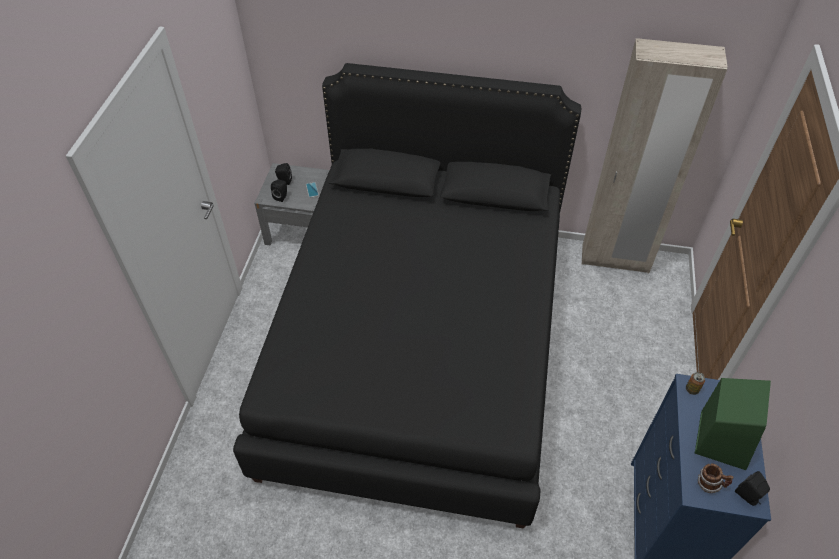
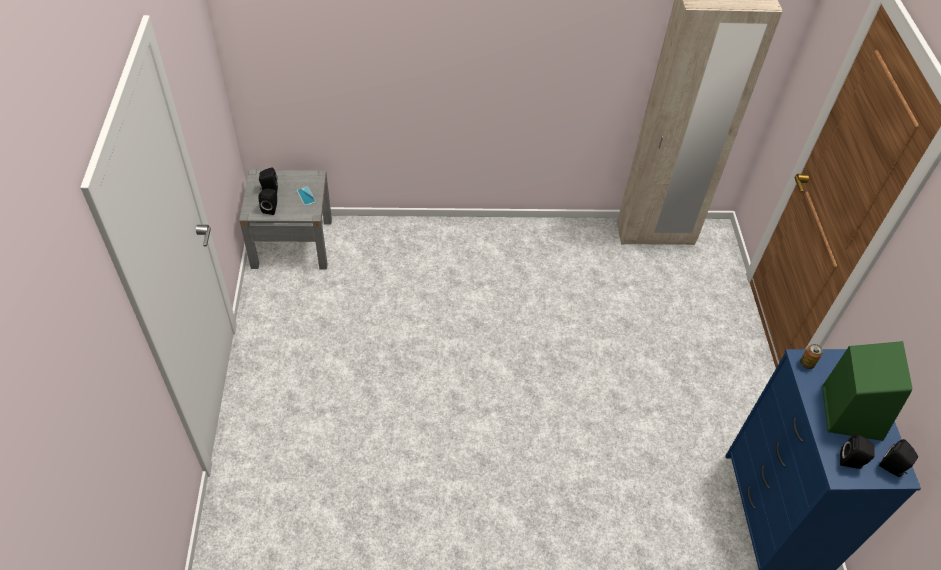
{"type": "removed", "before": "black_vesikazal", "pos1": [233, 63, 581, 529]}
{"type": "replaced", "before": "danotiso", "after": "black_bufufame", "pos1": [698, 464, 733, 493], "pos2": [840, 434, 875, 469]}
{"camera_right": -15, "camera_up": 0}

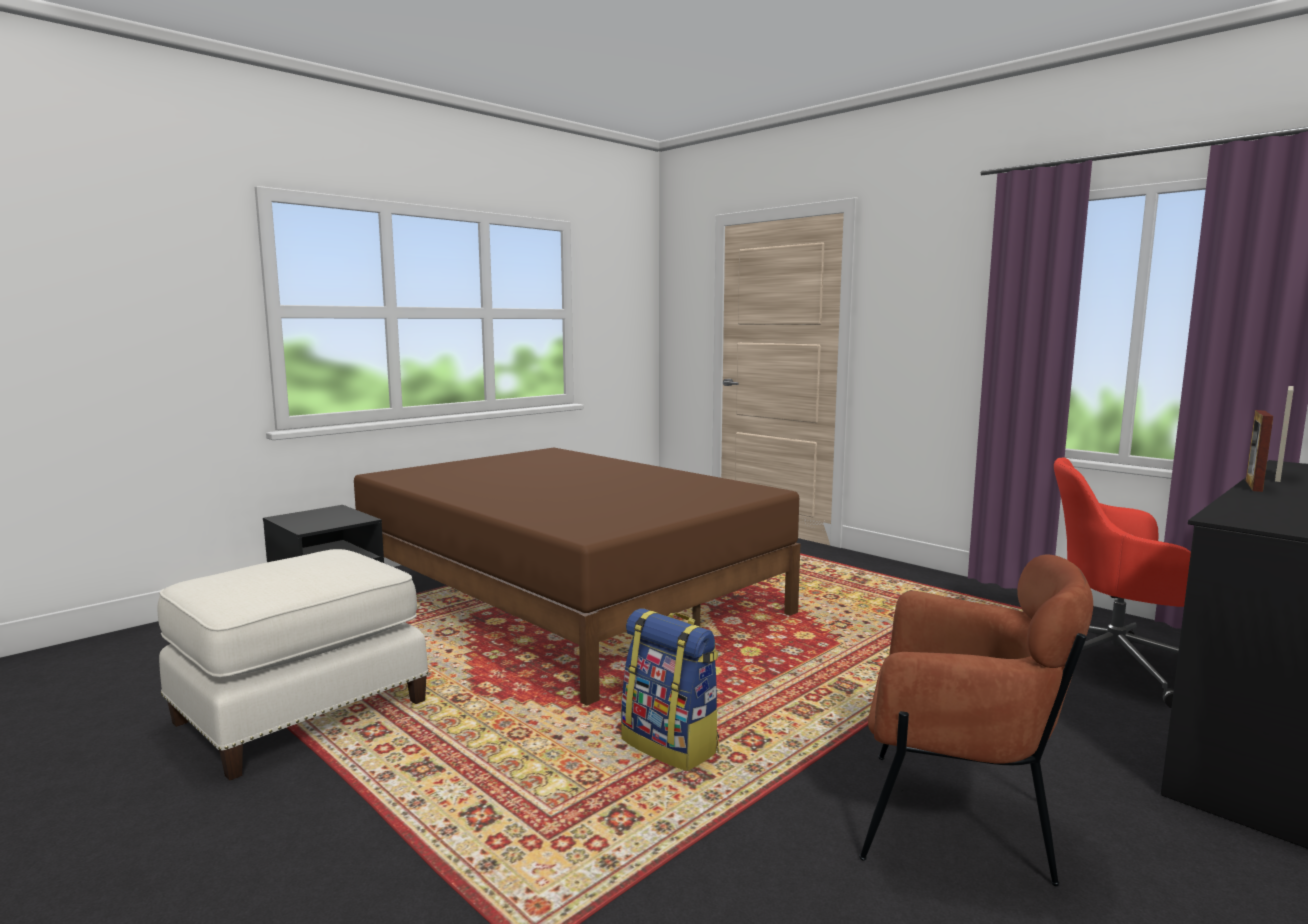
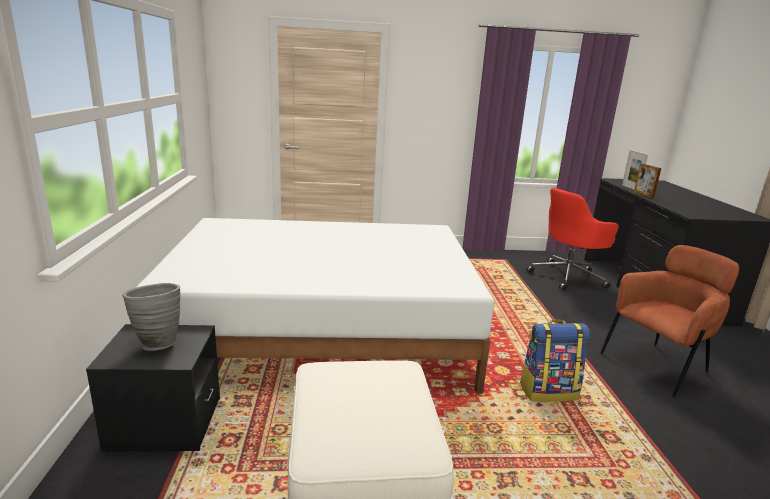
{"type": "recoloured", "before": "brown_vesikazal", "after": "white_vesikazal", "pos1": [354, 448, 800, 706], "pos2": [137, 218, 494, 394]}
{"type": "added", "after": "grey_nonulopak", "pos2": [122, 283, 181, 351]}
{"camera_right": -50, "camera_up": 10}

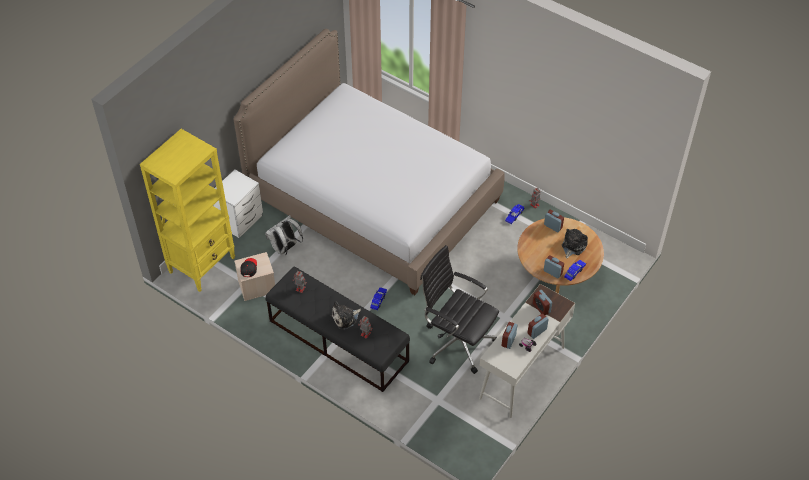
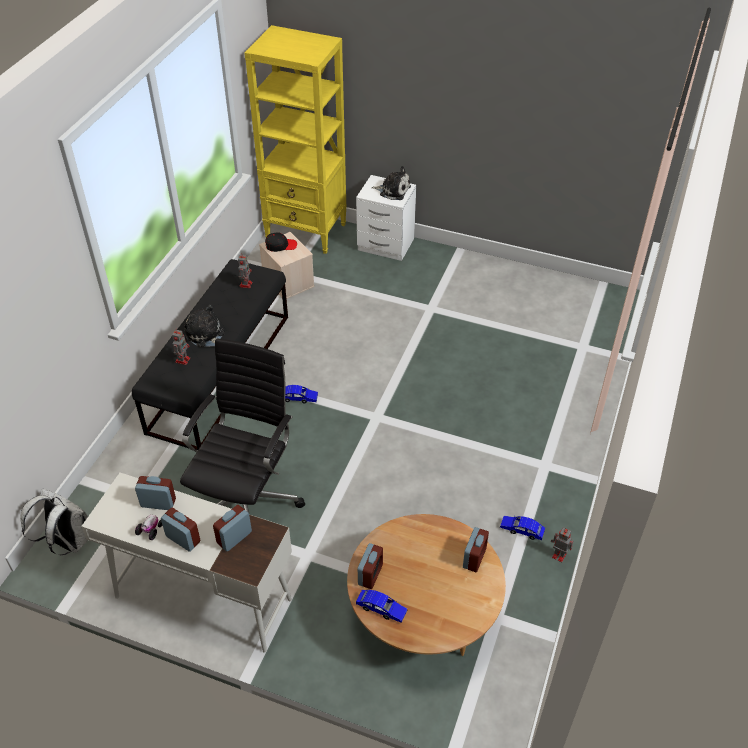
{"type": "removed", "before": "vesikazal", "pos1": [233, 29, 505, 295]}
{"type": "moved", "before": "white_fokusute", "pos1": [265, 215, 303, 254], "pos2": [20, 489, 88, 555]}
{"type": "moved", "before": "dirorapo", "pos1": [562, 229, 588, 259], "pos2": [371, 166, 411, 200]}
{"camera_right": 75, "camera_up": -5}

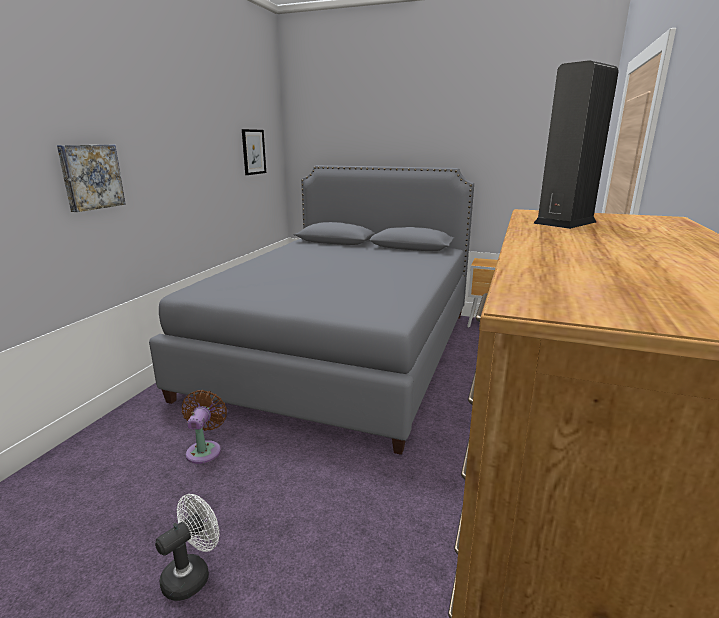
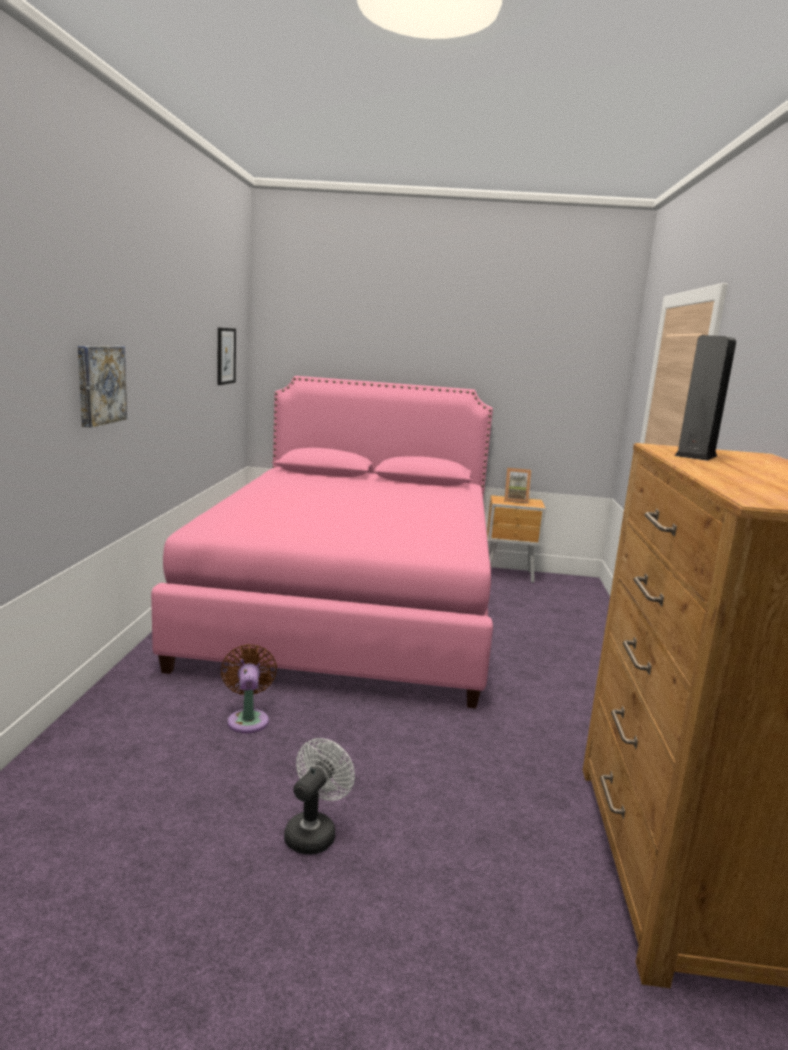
{"type": "recoloured", "before": "grey_vesikazal", "after": "pink_vesikazal", "pos1": [149, 165, 474, 455], "pos2": [151, 376, 493, 708]}
{"type": "added", "after": "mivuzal", "pos2": [504, 468, 531, 503]}
{"camera_right": -15, "camera_up": -5}

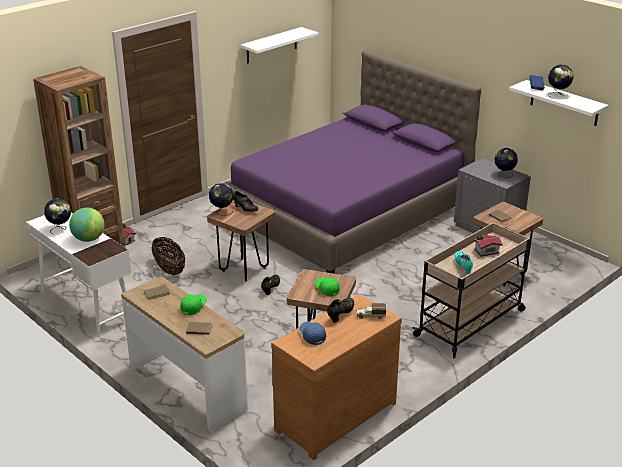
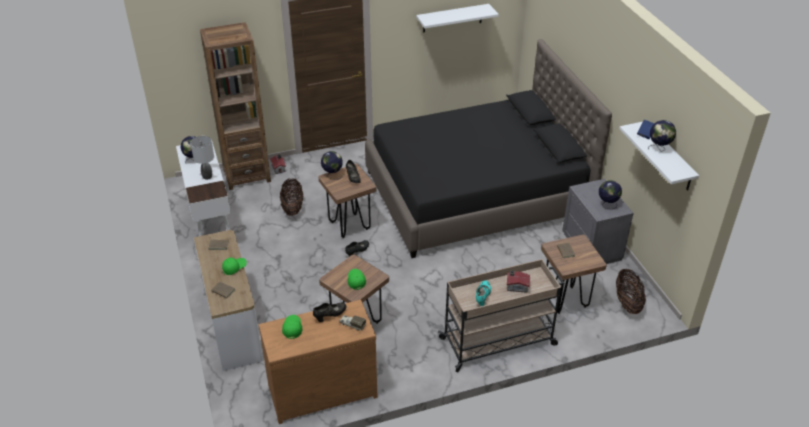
{"type": "recoloured", "before": "purple_vesikazal", "after": "black_vesikazal", "pos1": [223, 50, 481, 274], "pos2": [365, 39, 612, 258]}
{"type": "replaced", "before": "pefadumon", "after": "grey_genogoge", "pos1": [69, 208, 105, 242], "pos2": [190, 136, 214, 180]}
{"type": "recoloured", "before": "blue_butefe", "after": "green_butefe", "pos1": [299, 322, 326, 345], "pos2": [282, 315, 302, 339]}
{"type": "added", "after": "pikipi", "pos2": [616, 269, 646, 314]}
{"camera_right": 25, "camera_up": 10}

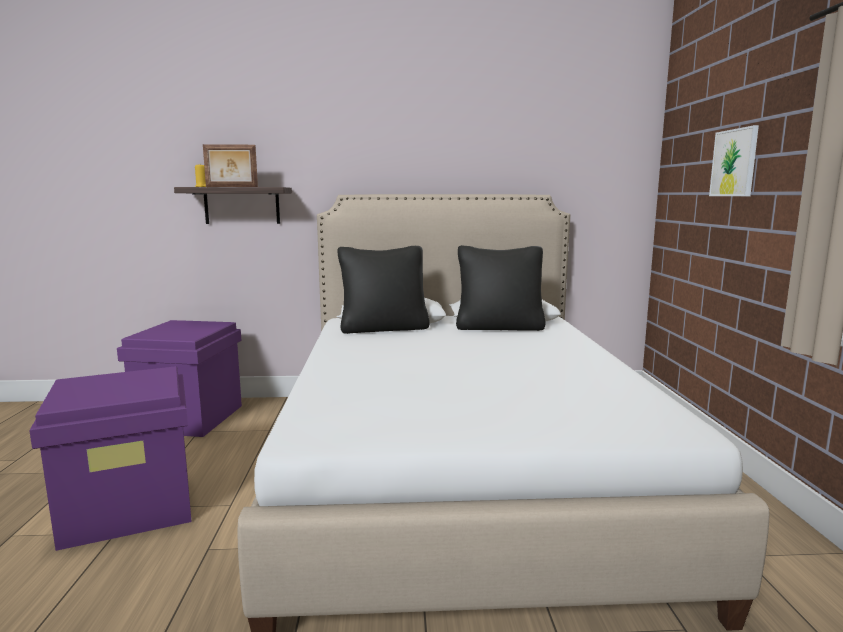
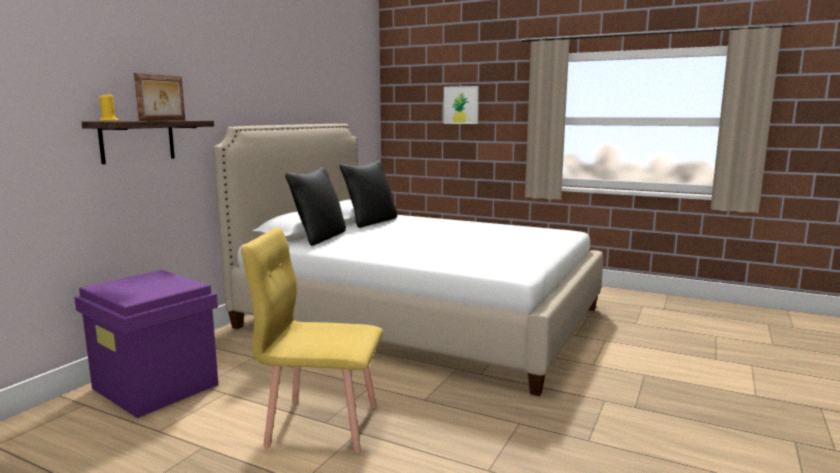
{"type": "replaced", "before": "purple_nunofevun", "after": "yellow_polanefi", "pos1": [29, 366, 192, 551], "pos2": [241, 228, 383, 453]}
{"camera_right": -60, "camera_up": 0}

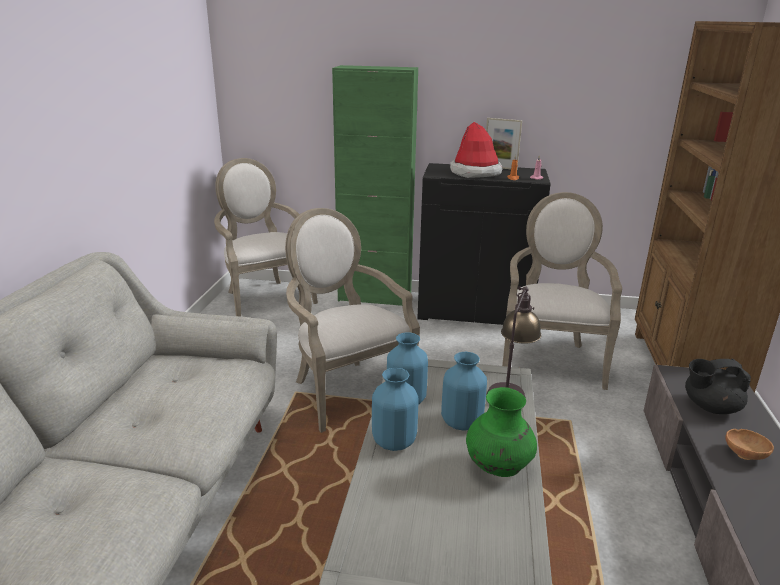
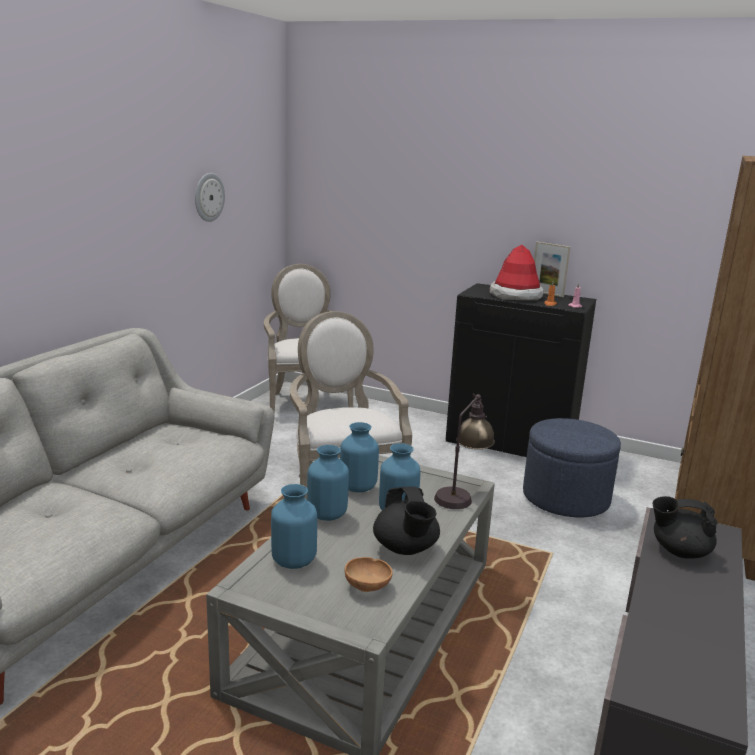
{"type": "removed", "before": "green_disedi", "pos1": [332, 65, 418, 306]}
{"type": "replaced", "before": "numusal", "after": "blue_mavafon", "pos1": [502, 192, 622, 390], "pos2": [523, 418, 621, 517]}
{"type": "replaced", "before": "green_nonulopak", "after": "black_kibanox", "pos1": [466, 387, 537, 477], "pos2": [373, 486, 440, 555]}
{"type": "moved", "before": "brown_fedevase", "pos1": [725, 429, 774, 460], "pos2": [345, 557, 393, 592]}
{"type": "added", "after": "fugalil", "pos2": [195, 173, 225, 222]}
{"type": "added", "after": "blue_nonulopak", "pos2": [271, 484, 317, 569]}
{"camera_right": 15, "camera_up": -5}

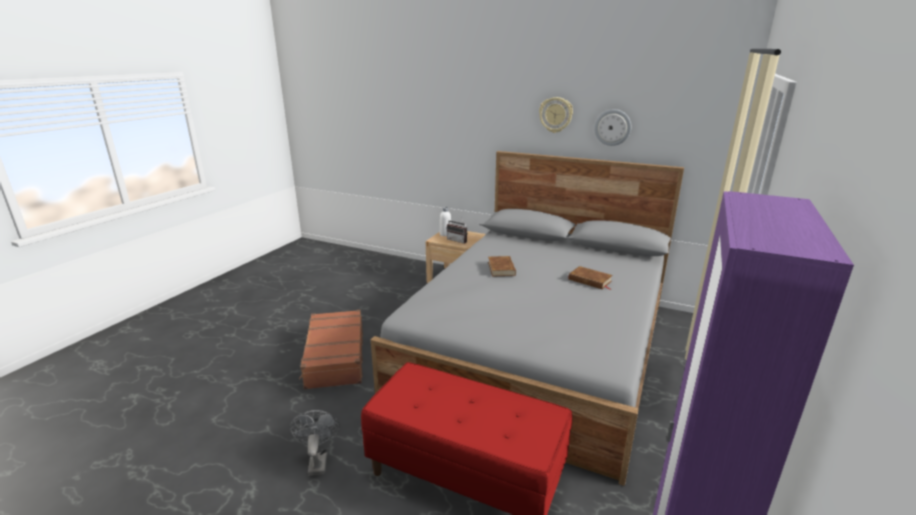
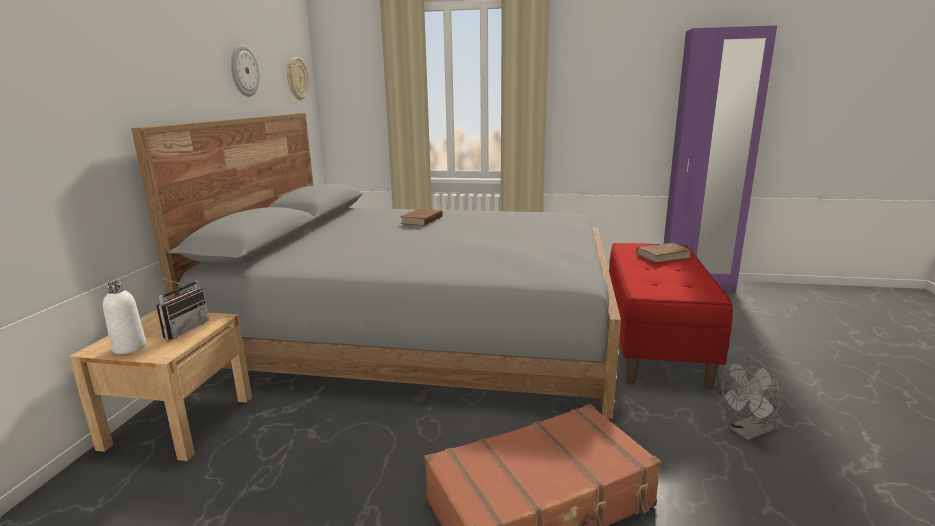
{"type": "moved", "before": "fugalil", "pos1": [539, 97, 573, 133], "pos2": [287, 57, 309, 100]}
{"type": "moved", "before": "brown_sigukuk", "pos1": [488, 256, 516, 277], "pos2": [634, 243, 693, 263]}
{"camera_right": -105, "camera_up": -5}

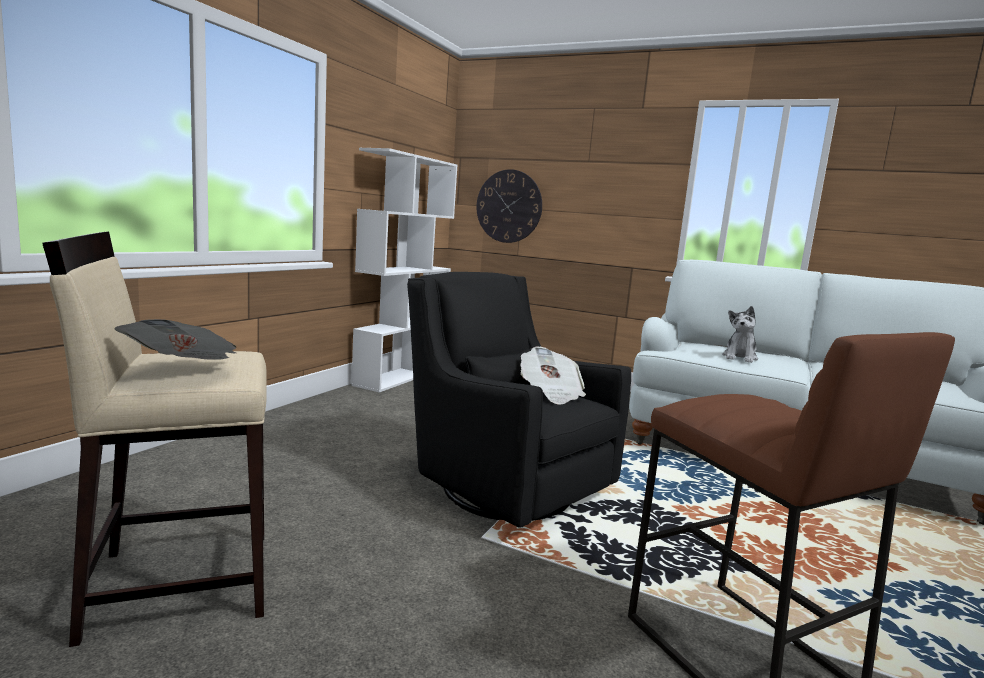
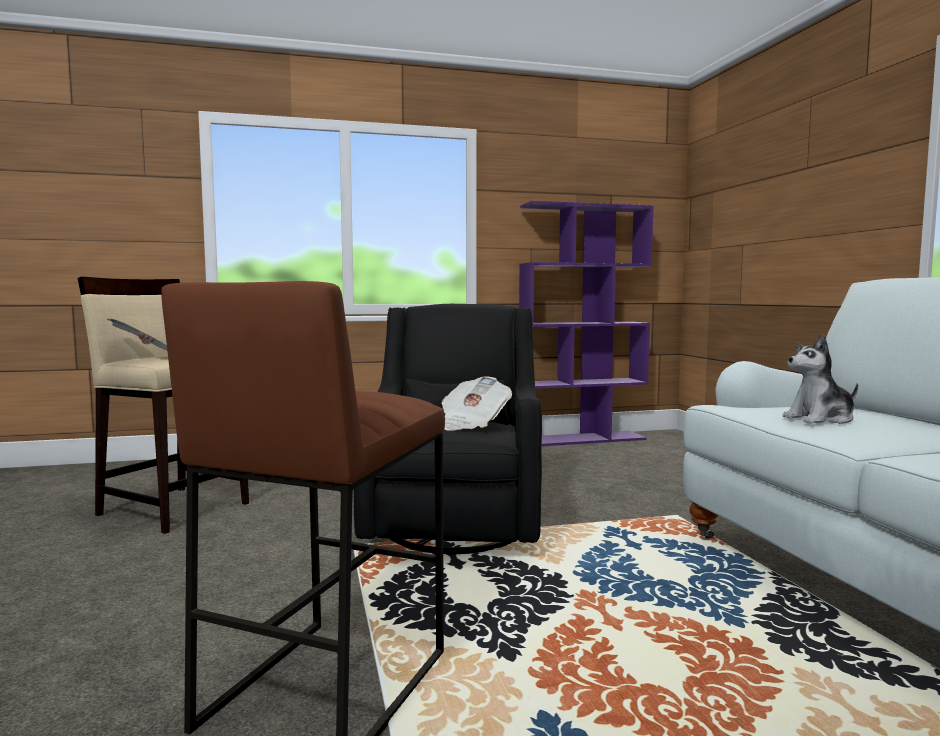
{"type": "recoloured", "before": "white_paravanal", "after": "purple_paravanal", "pos1": [351, 148, 458, 392], "pos2": [519, 201, 654, 446]}
{"type": "removed", "before": "fugalil", "pos1": [477, 169, 542, 243]}
{"camera_right": 50, "camera_up": -5}

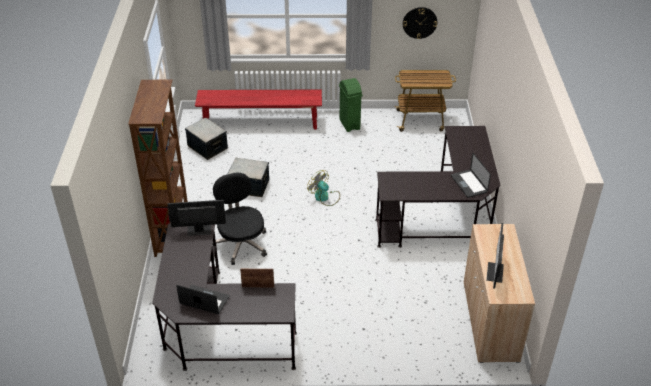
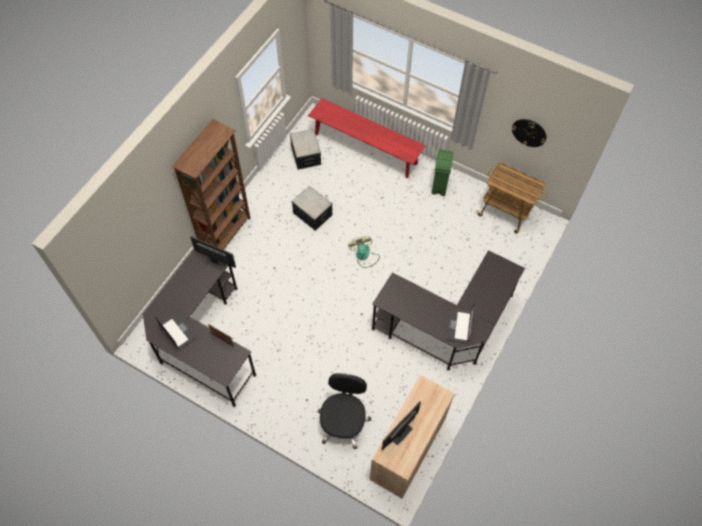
{"type": "moved", "before": "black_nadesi", "pos1": [213, 173, 267, 265], "pos2": [318, 373, 371, 449]}
{"camera_right": 30, "camera_up": 20}

